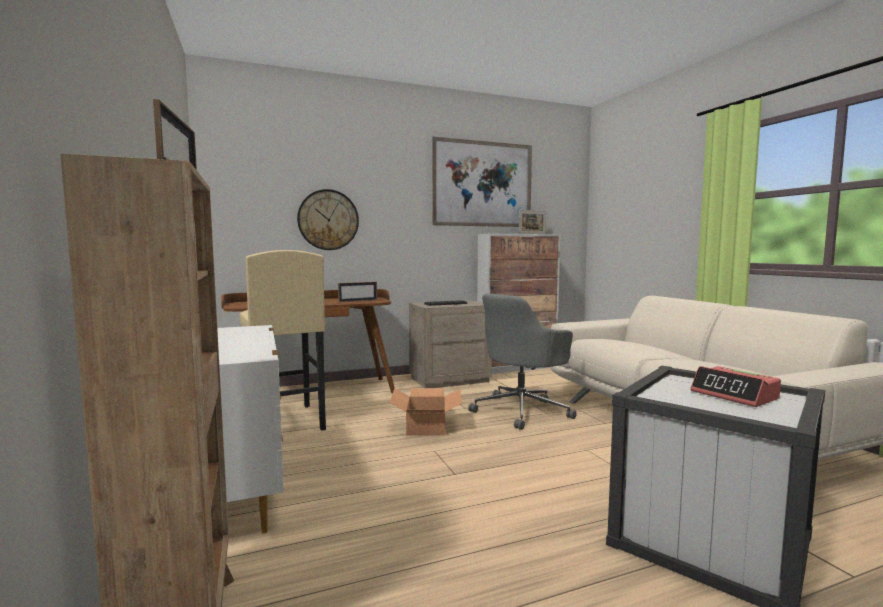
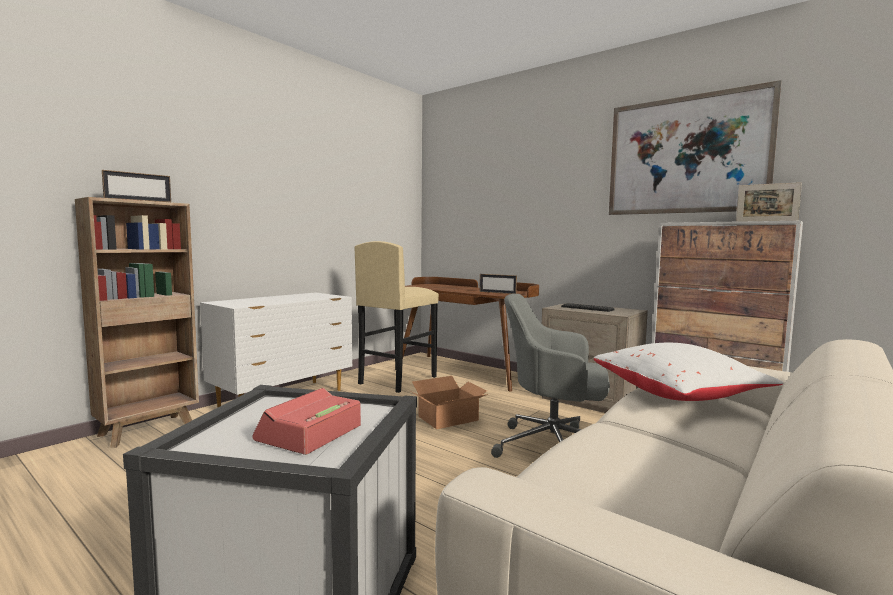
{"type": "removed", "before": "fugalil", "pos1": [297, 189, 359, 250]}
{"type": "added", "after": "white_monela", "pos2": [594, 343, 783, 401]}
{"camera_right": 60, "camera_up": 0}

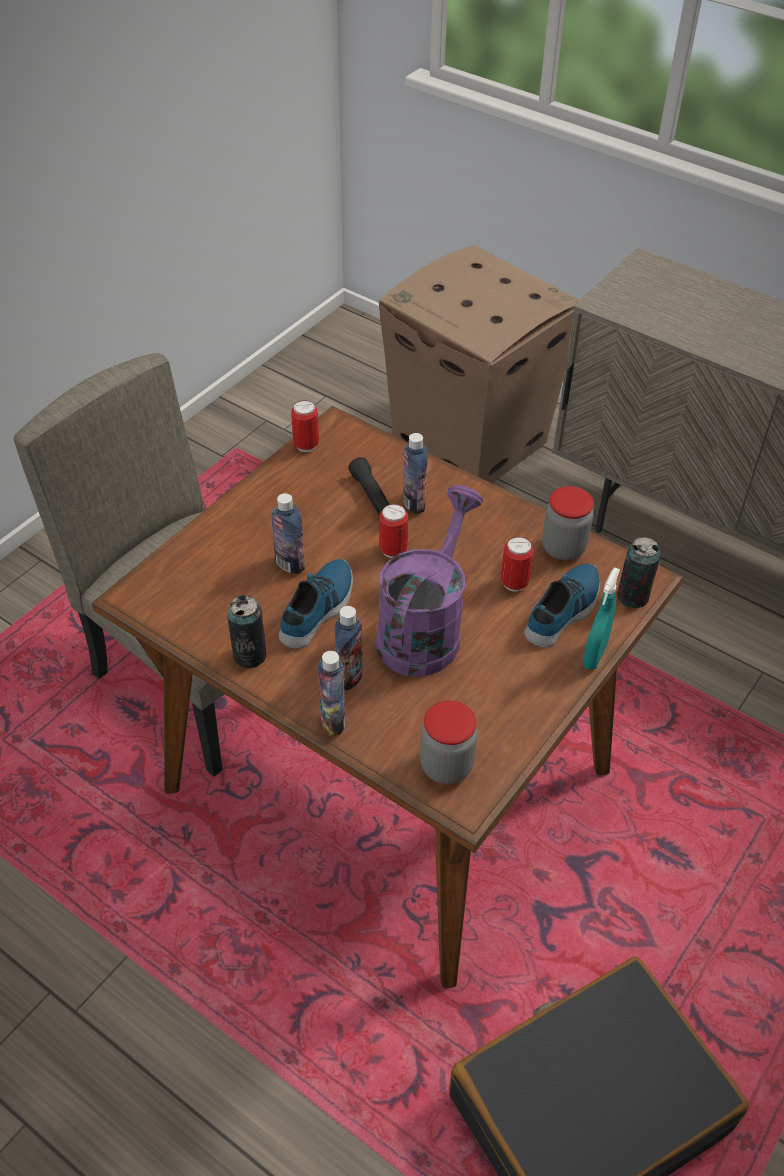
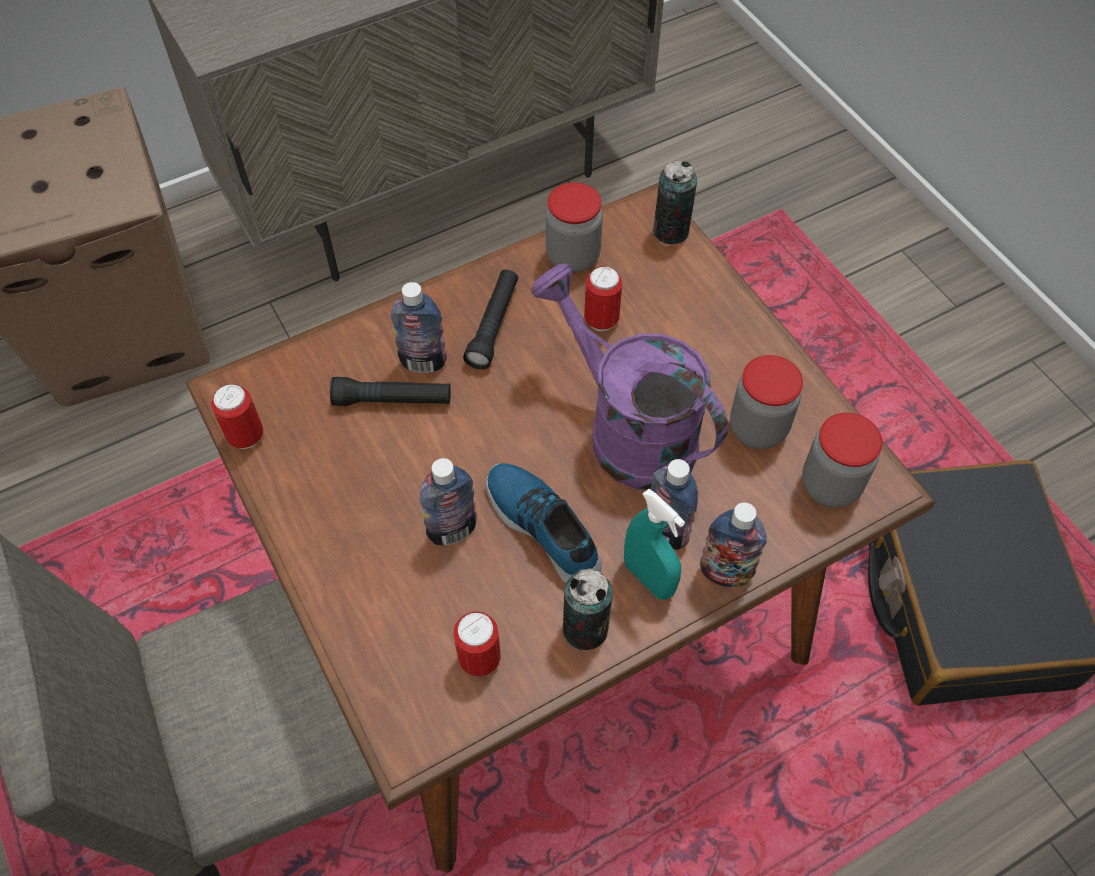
{"type": "moved", "before": "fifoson", "pos1": [379, 504, 408, 558], "pos2": [454, 612, 500, 676]}
{"type": "removed", "before": "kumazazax", "pos1": [524, 563, 600, 648]}
{"type": "moved", "before": "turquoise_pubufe", "pos1": [583, 567, 620, 670], "pos2": [624, 489, 685, 600]}
{"type": "added", "after": "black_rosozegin", "pos2": [463, 269, 518, 370]}
{"type": "added", "after": "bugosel", "pos2": [730, 355, 803, 449]}
{"camera_right": -65, "camera_up": 10}

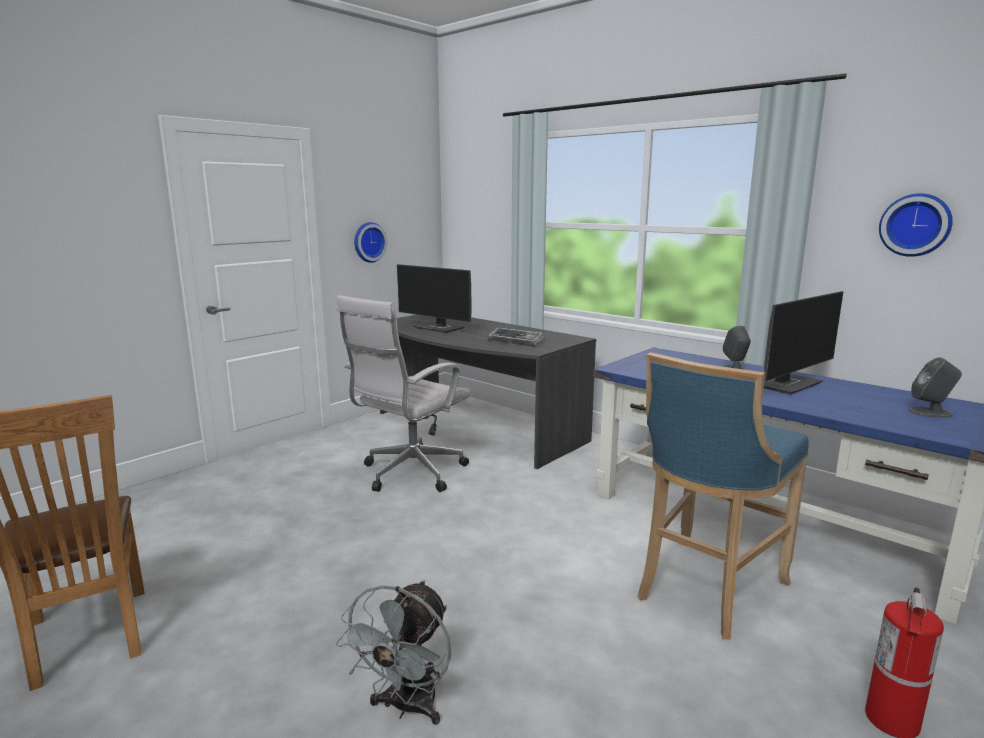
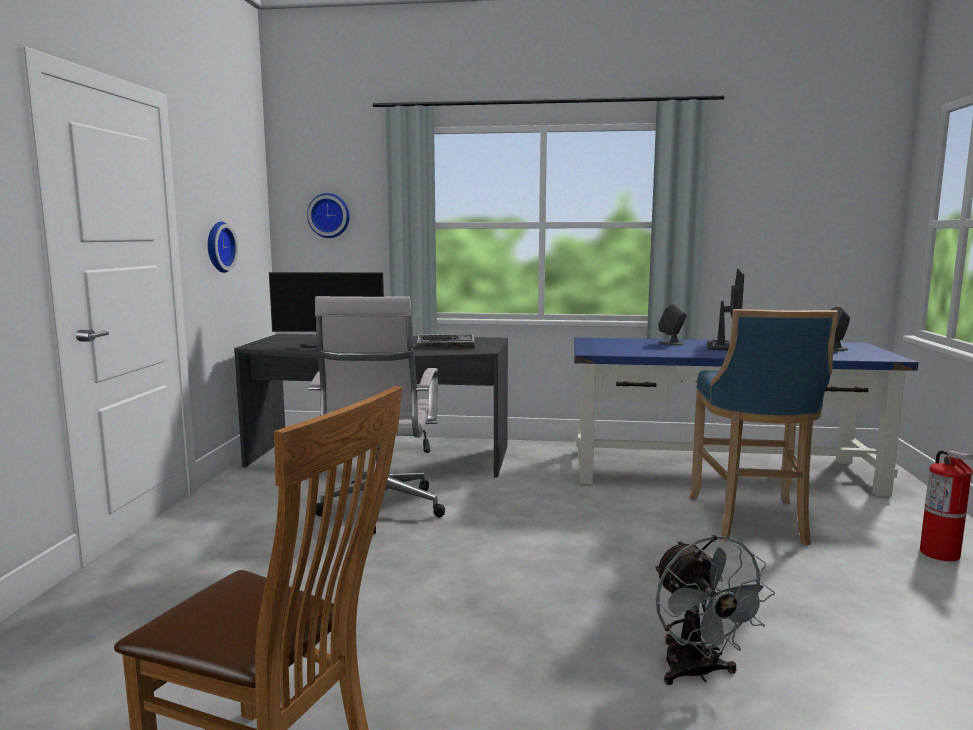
{"type": "moved", "before": "fugalil", "pos1": [879, 193, 953, 257], "pos2": [307, 193, 350, 238]}
{"camera_right": -35, "camera_up": -5}

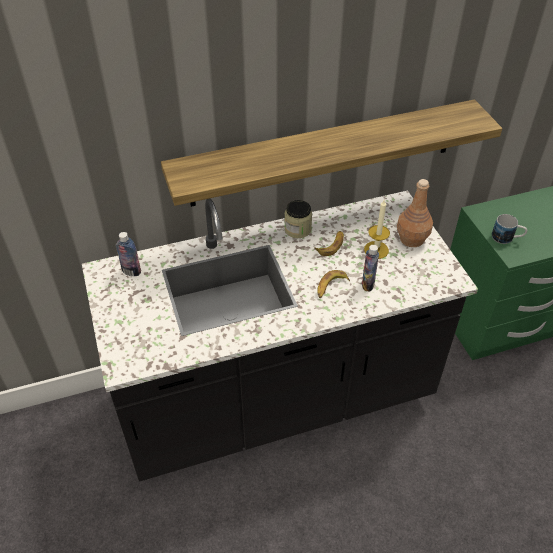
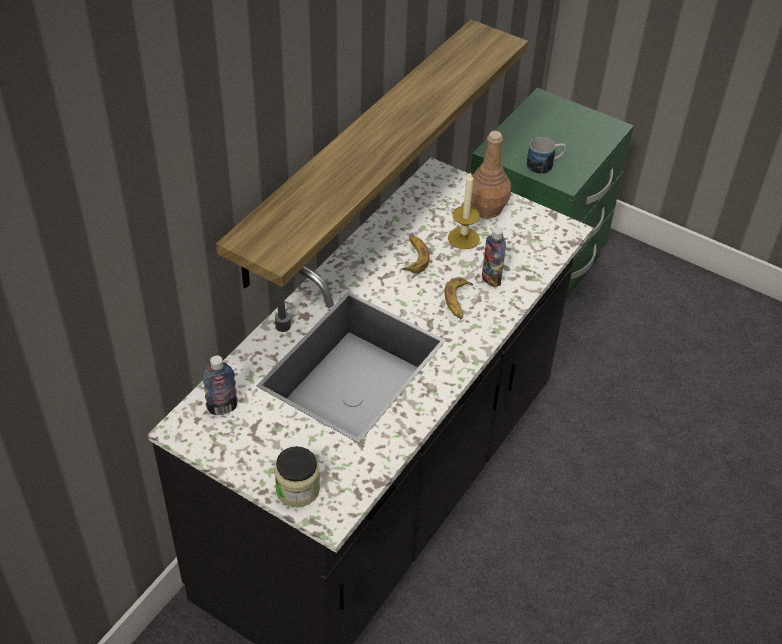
{"type": "moved", "before": "bugosel", "pos1": [284, 200, 312, 238], "pos2": [274, 446, 320, 507]}
{"camera_right": -40, "camera_up": 0}

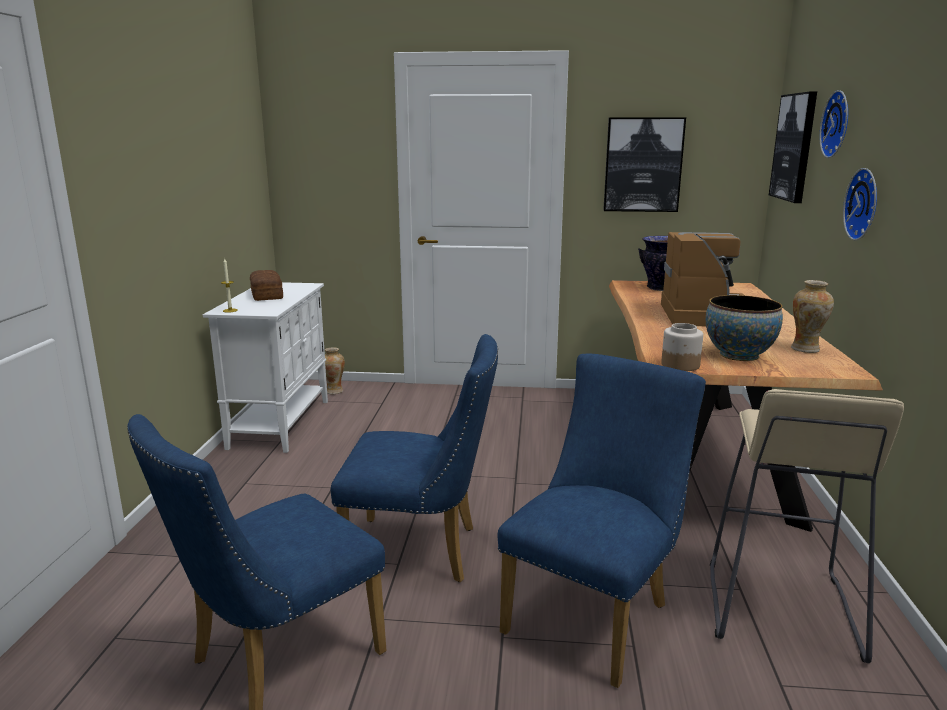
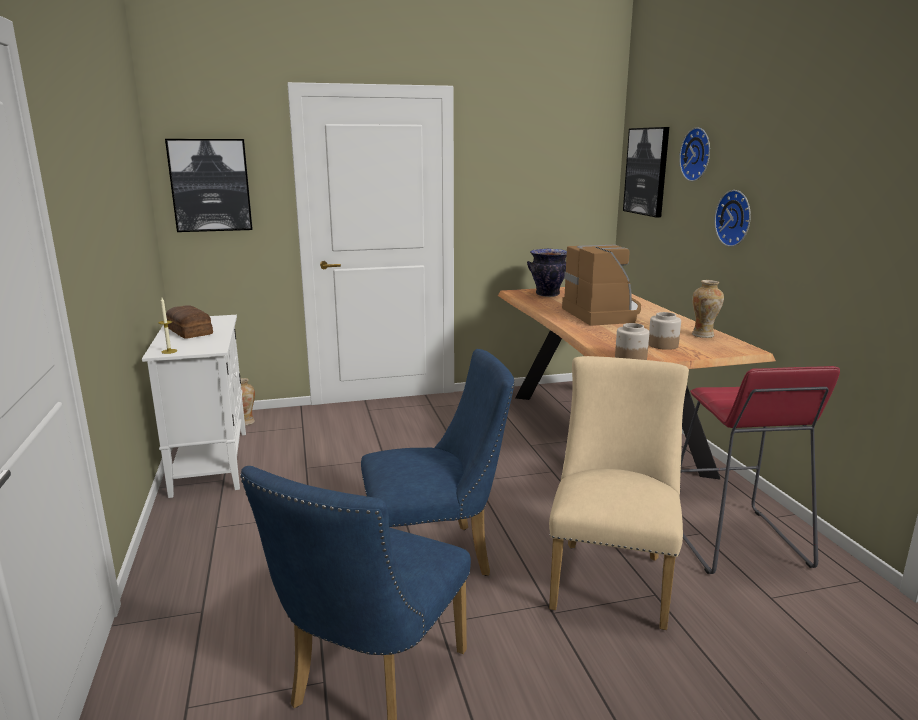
{"type": "moved", "before": "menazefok", "pos1": [603, 117, 686, 212], "pos2": [165, 139, 253, 232]}
{"type": "replaced", "before": "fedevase", "after": "bugosel", "pos1": [706, 295, 783, 361], "pos2": [648, 312, 681, 350]}
{"type": "recoloured", "before": "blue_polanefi", "after": "beige_polanefi", "pos1": [498, 354, 706, 688], "pos2": [549, 356, 689, 630]}
{"type": "recoloured", "before": "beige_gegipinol", "after": "red_gegipinol", "pos1": [710, 389, 904, 663], "pos2": [681, 366, 840, 574]}
{"camera_right": -20, "camera_up": 0}

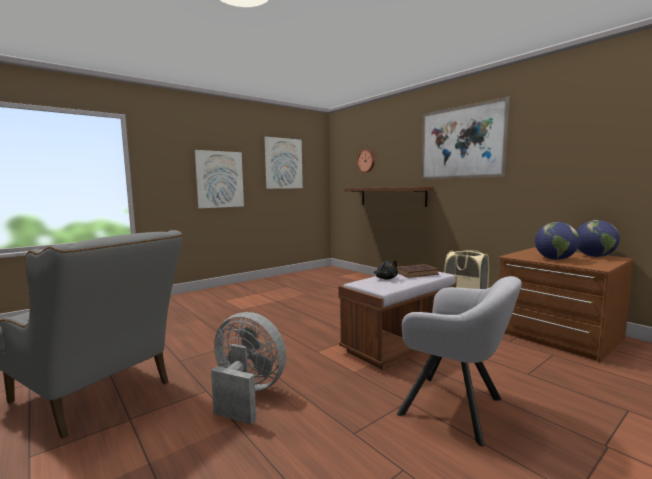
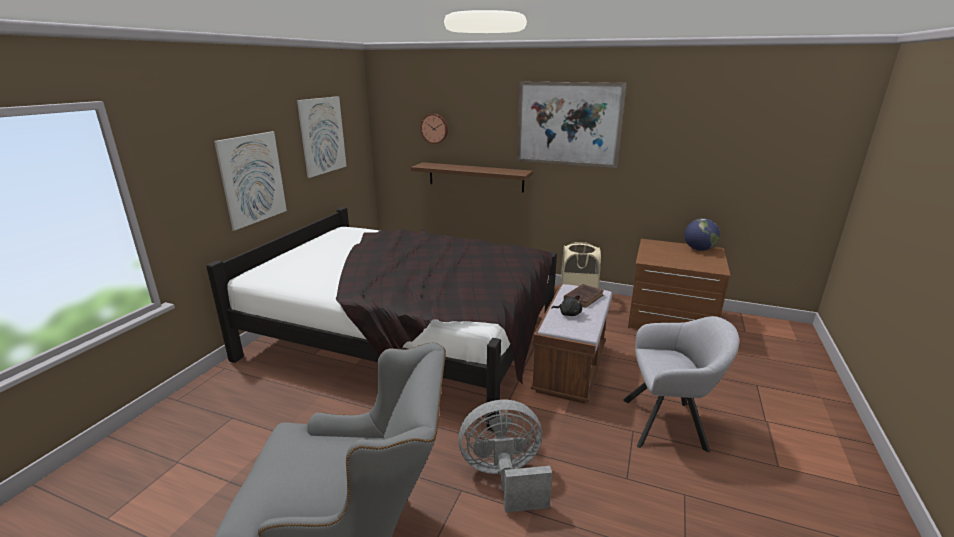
{"type": "removed", "before": "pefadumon", "pos1": [535, 222, 579, 260]}
{"type": "added", "after": "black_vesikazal", "pos2": [206, 207, 557, 432]}
{"camera_right": -30, "camera_up": 15}

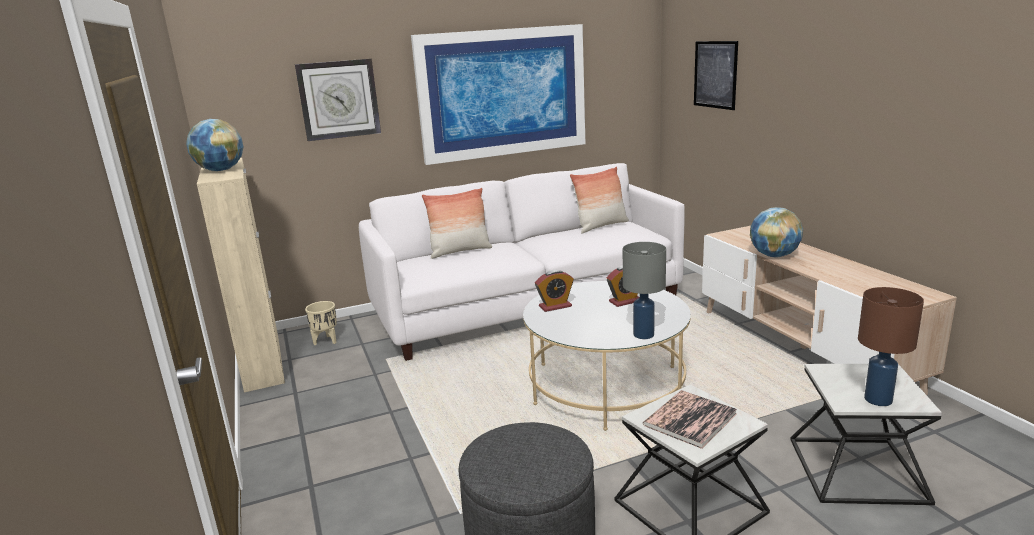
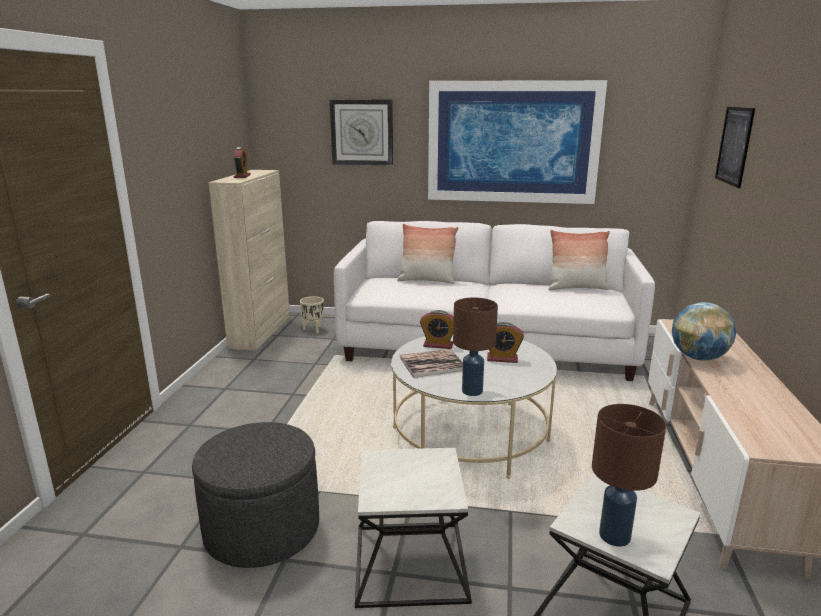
{"type": "replaced", "before": "pefadumon", "after": "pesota", "pos1": [186, 119, 243, 171], "pos2": [234, 147, 251, 178]}
{"type": "recoloured", "before": "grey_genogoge", "after": "brown_genogoge", "pos1": [623, 242, 666, 339], "pos2": [453, 297, 498, 396]}
{"type": "moved", "before": "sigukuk", "pos1": [643, 390, 737, 449], "pos2": [400, 349, 463, 378]}
{"camera_right": 30, "camera_up": 0}

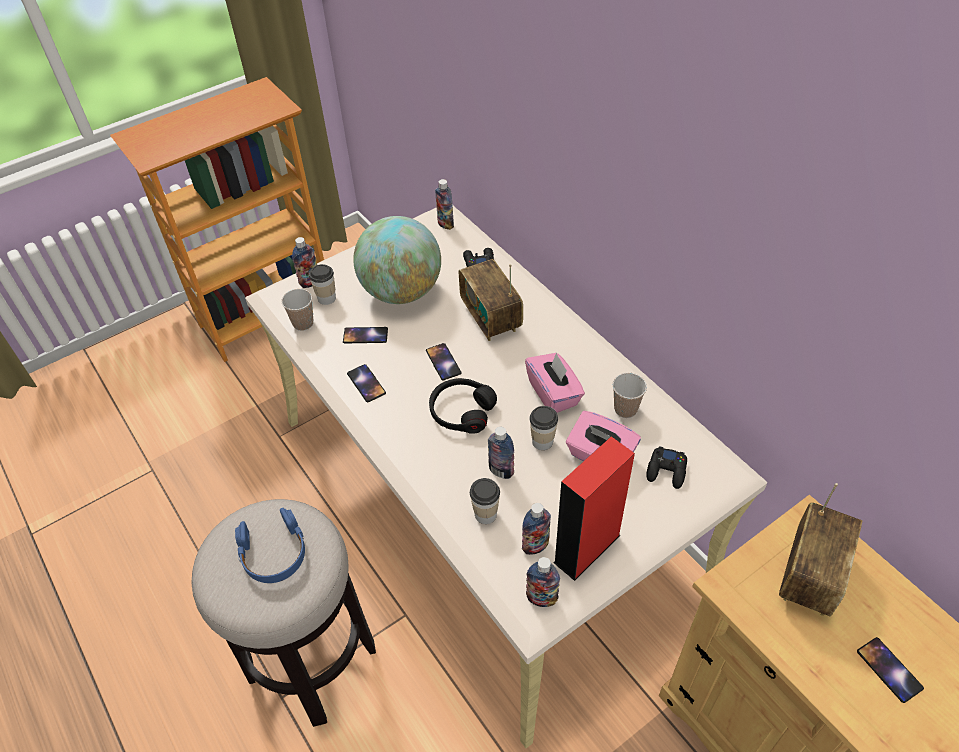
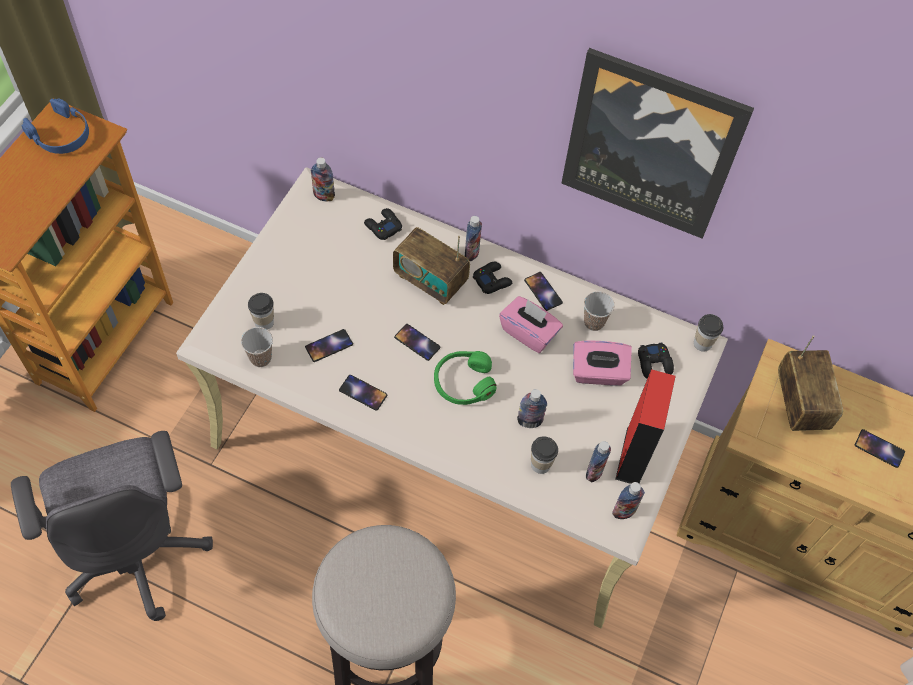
{"type": "removed", "before": "pefadumon", "pos1": [353, 216, 441, 304]}
{"type": "moved", "before": "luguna", "pos1": [292, 237, 317, 288], "pos2": [465, 216, 482, 261]}
{"type": "recoloured", "before": "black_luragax", "after": "green_luragax", "pos1": [429, 378, 497, 434], "pos2": [434, 351, 497, 405]}
{"type": "moved", "before": "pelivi", "pos1": [529, 406, 558, 450], "pos2": [694, 314, 723, 352]}
{"type": "moved", "before": "blue_luragax", "pos1": [235, 508, 305, 583], "pos2": [21, 98, 89, 154]}
{"type": "added", "after": "menazefok", "pos2": [561, 48, 754, 239]}
{"type": "added", "after": "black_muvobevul", "pos2": [473, 262, 512, 294]}
{"type": "added", "after": "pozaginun", "pos2": [524, 272, 563, 311]}
{"type": "added", "after": "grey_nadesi", "pos2": [11, 431, 213, 621]}
{"camera_right": -35, "camera_up": 10}

